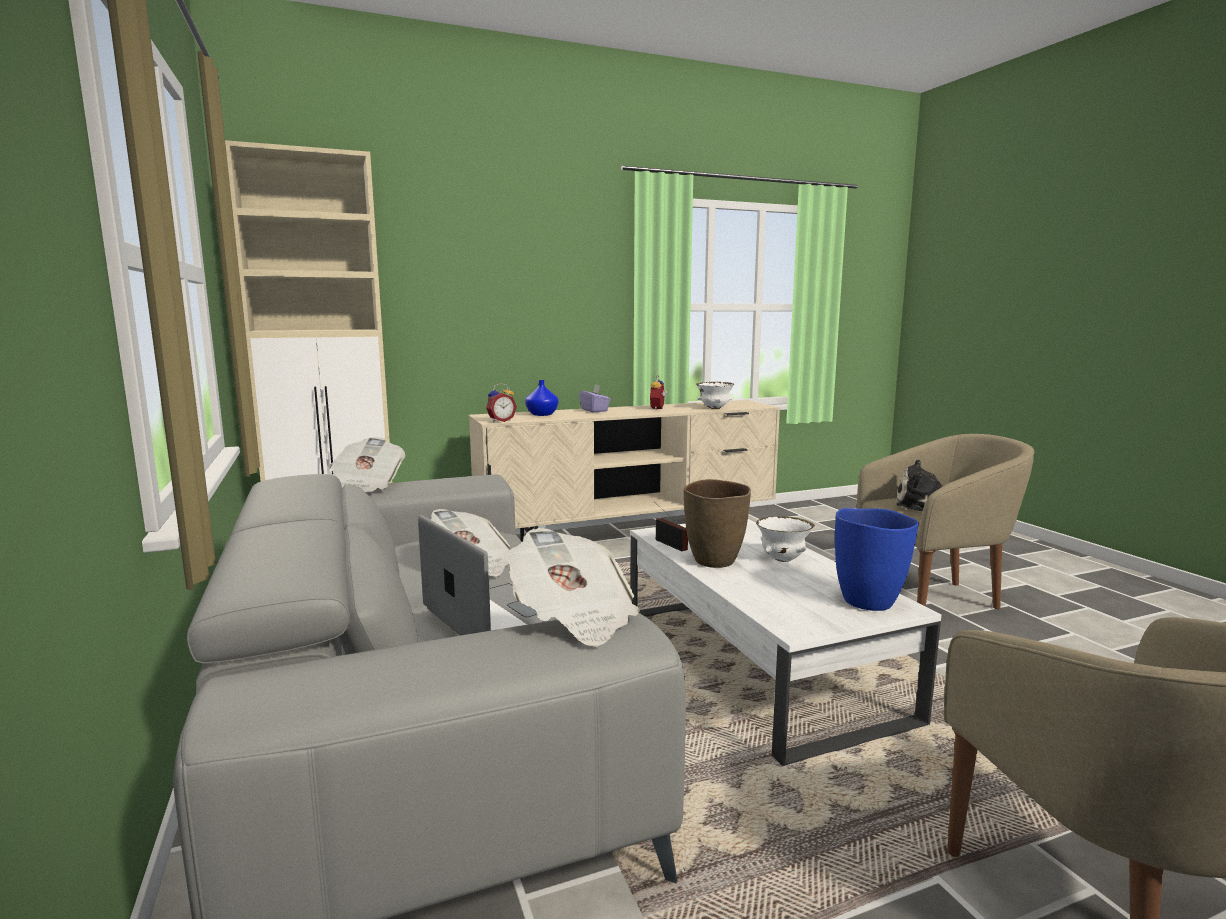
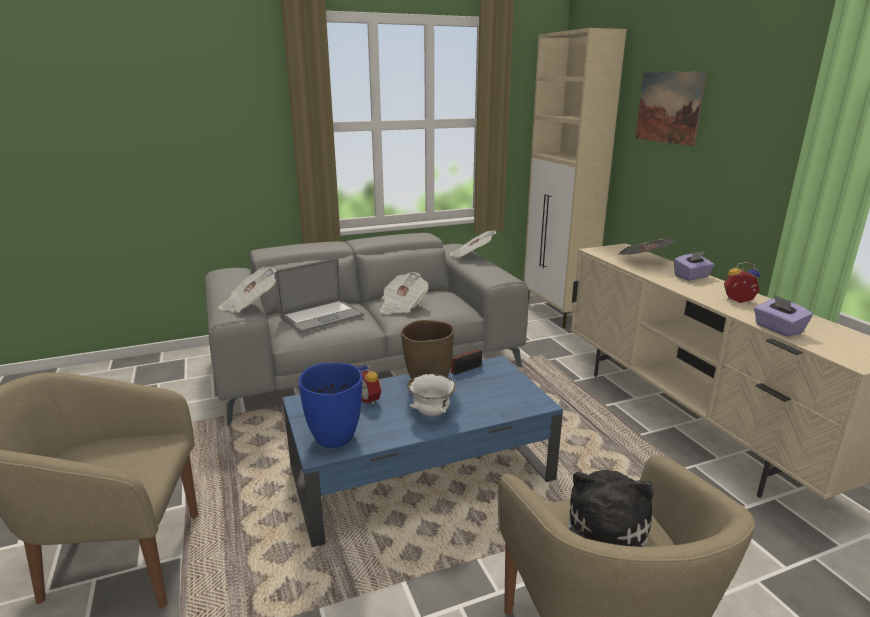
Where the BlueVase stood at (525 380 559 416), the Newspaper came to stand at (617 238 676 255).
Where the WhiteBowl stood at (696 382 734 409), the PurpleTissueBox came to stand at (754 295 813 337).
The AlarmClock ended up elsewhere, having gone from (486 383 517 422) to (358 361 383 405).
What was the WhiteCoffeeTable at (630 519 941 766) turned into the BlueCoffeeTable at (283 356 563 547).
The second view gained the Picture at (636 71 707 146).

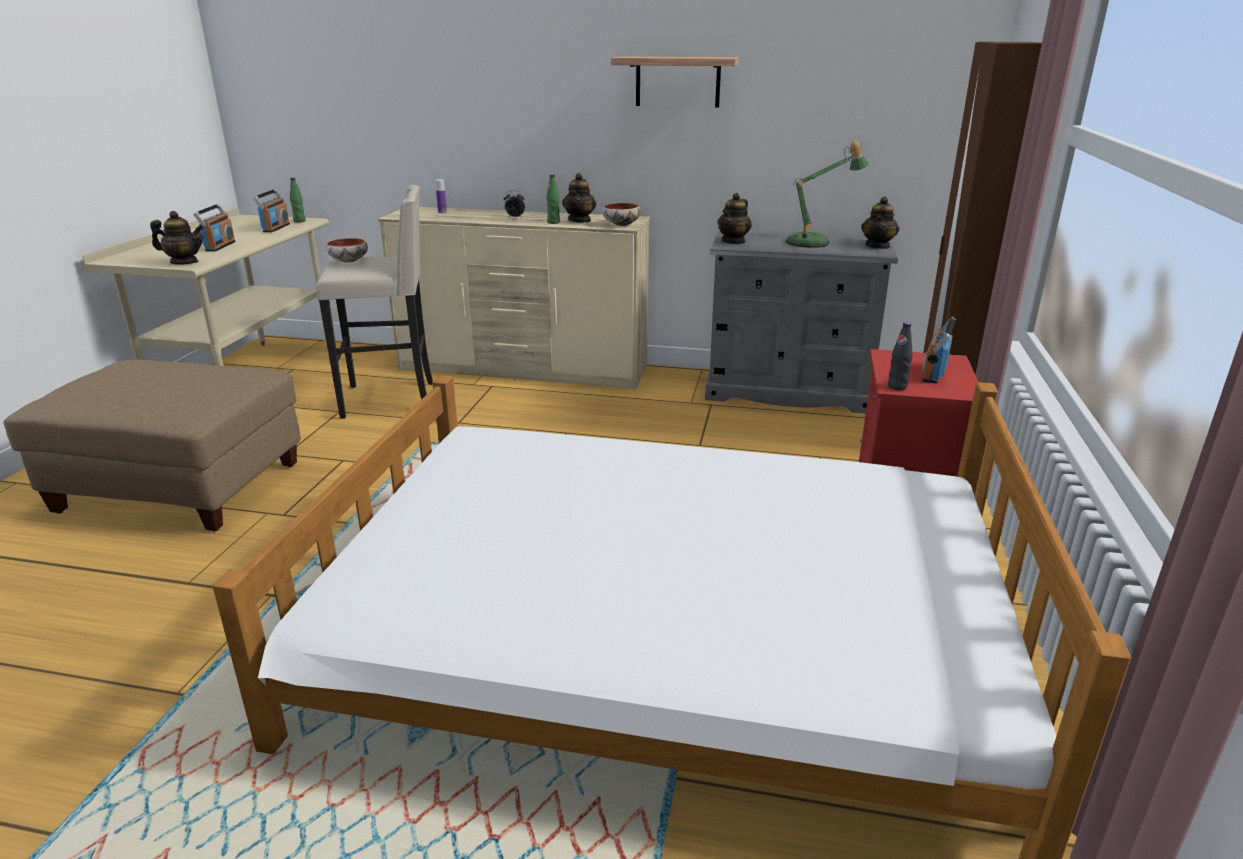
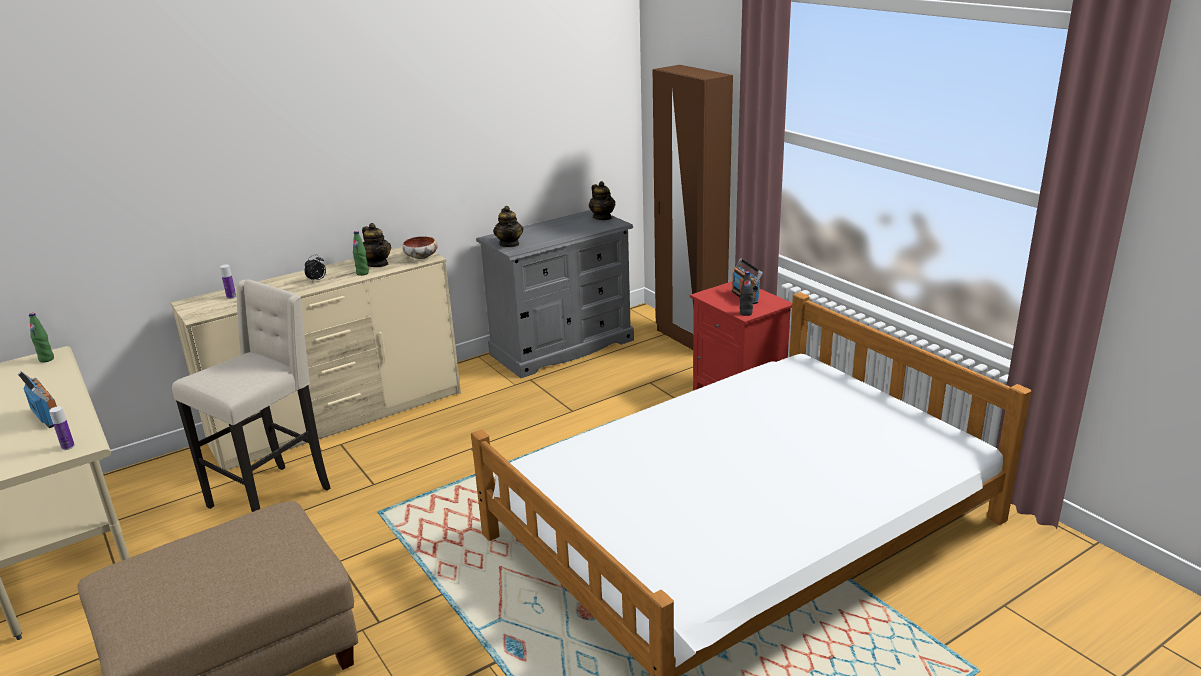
The second view lost the Shelf at (611 57 739 108).
The second view lost the TableLamp at (786 141 869 248).
The second view lost the Radio at (253 189 290 232).
Where the Teapot stood at (150 211 204 265), the Bottle came to stand at (49 406 75 450).
The second view lost the Bowl at (326 238 368 262).

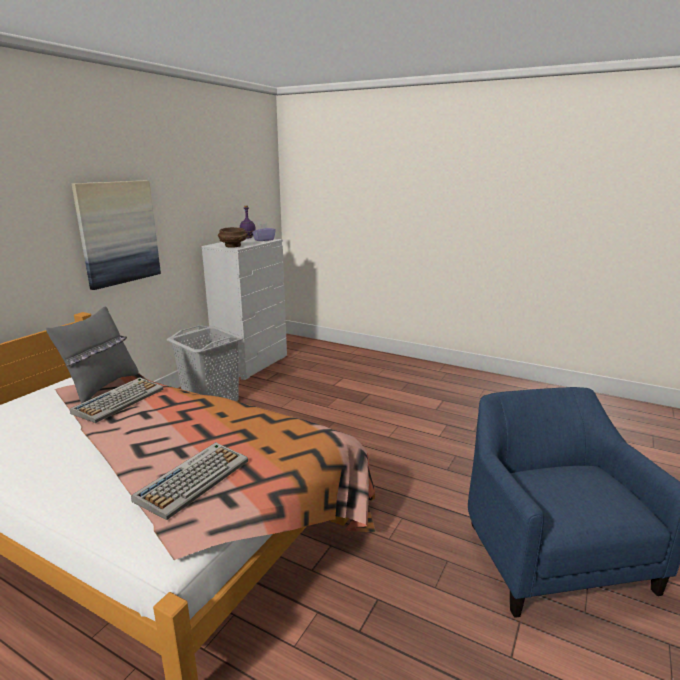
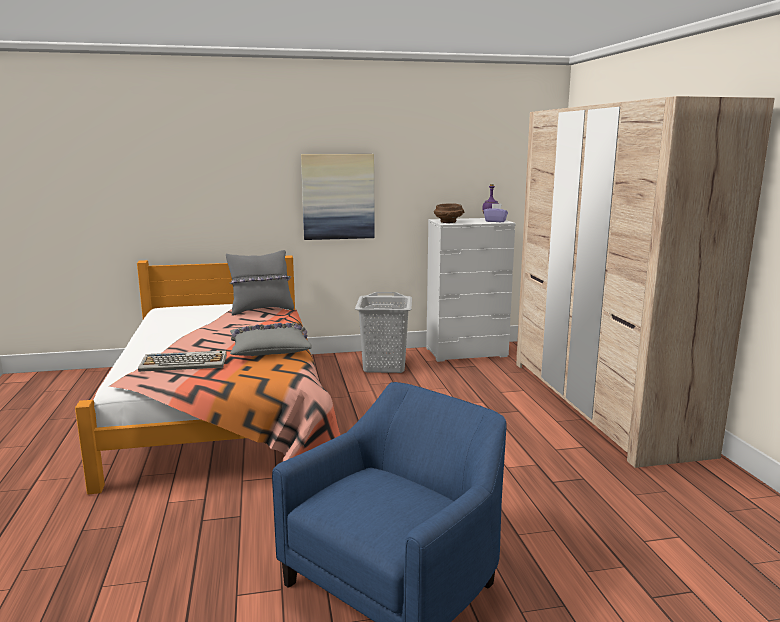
The second view lost the Keyboard at (70 377 163 423).
The second view gained the BeigeWardrobe at (516 96 775 468).
The second view gained the GreyPillow at (230 322 311 356).

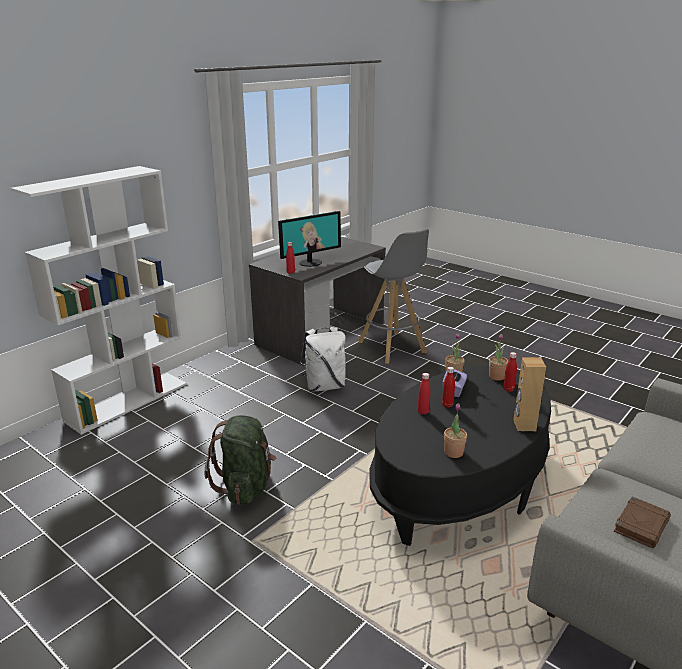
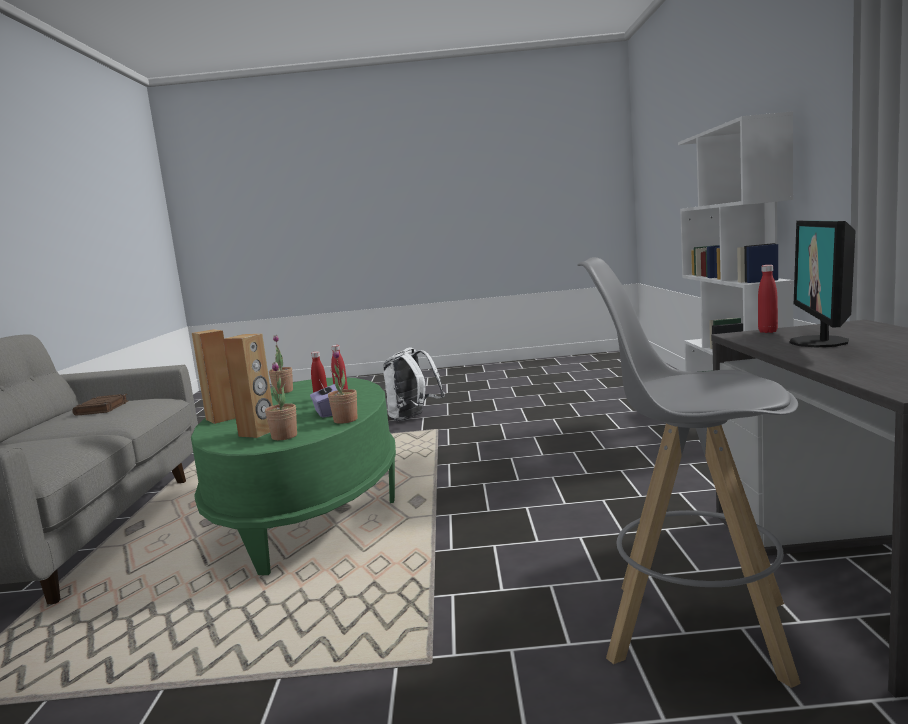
The WhiteBackpack ended up elsewhere, having gone from (300 326 346 392) to (383 347 445 421).
Where the RedBottle stood at (504 352 517 392), the BrownSpeaker came to stand at (223 334 273 438).
What was the BlackCoffeeTable at (369 366 551 546) turned into the GreenCoffeeTable at (191 377 396 575).
The second view lost the GreenBackpack at (204 415 276 505).

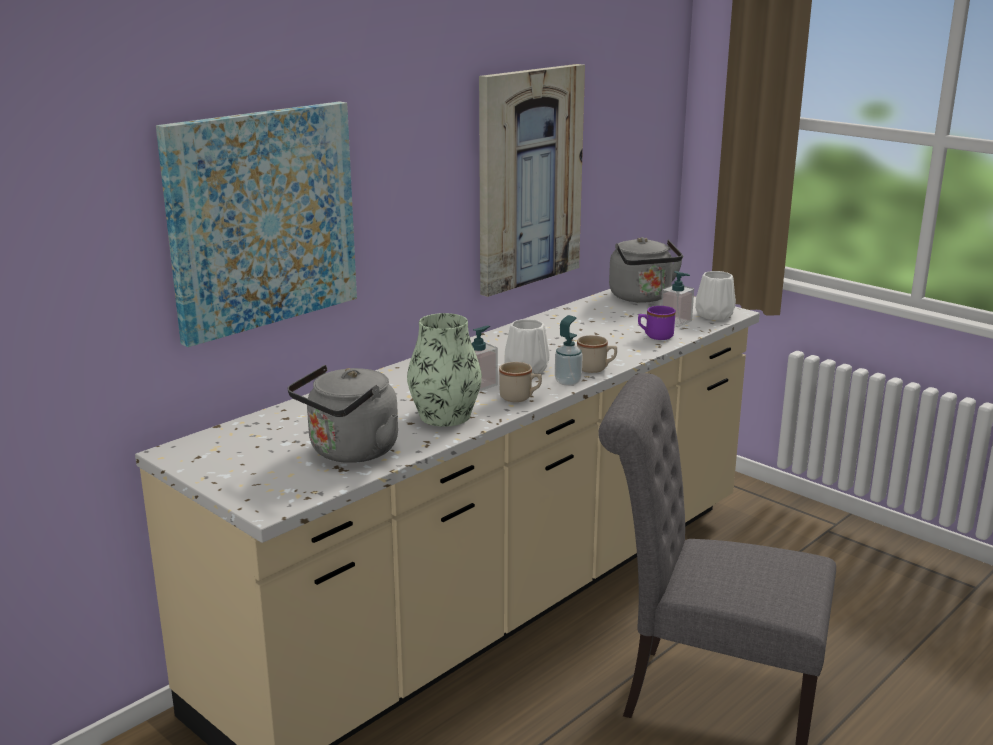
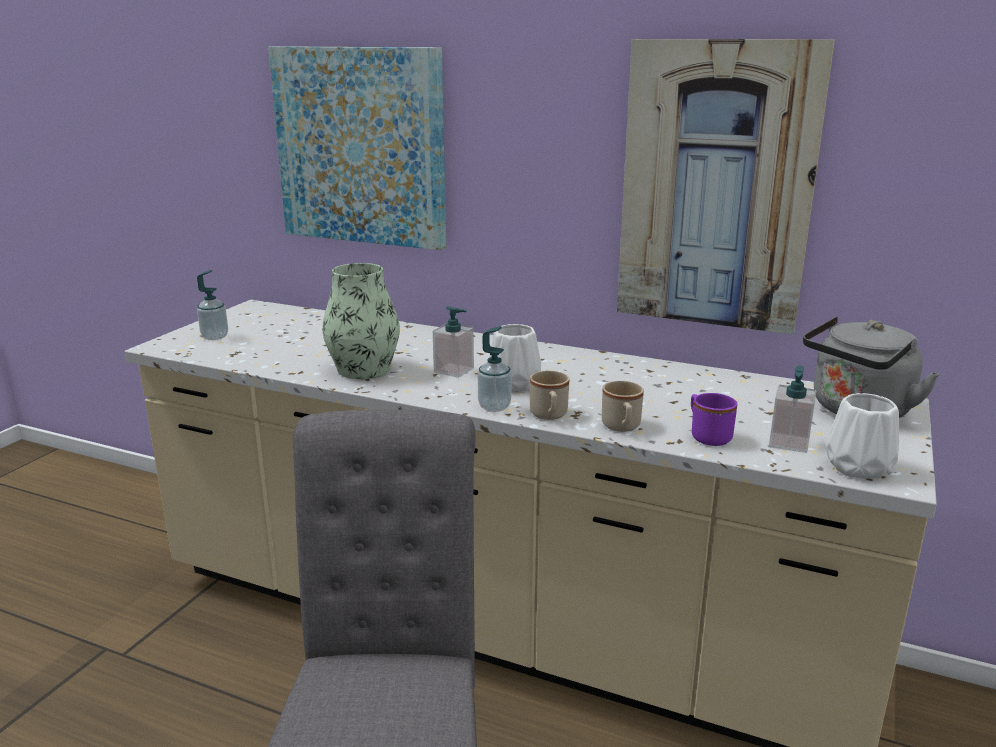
The BeigeMug ended up elsewhere, having gone from (499 362 542 402) to (602 381 644 432).
The second view lost the GreyKettle at (288 365 398 463).
The second view gained the SoapDispenser at (197 270 228 340).

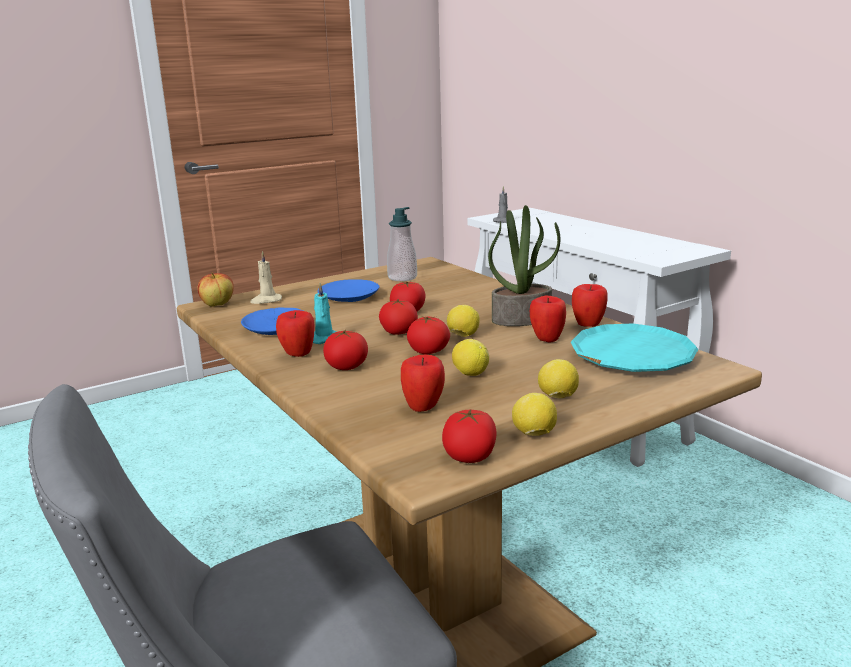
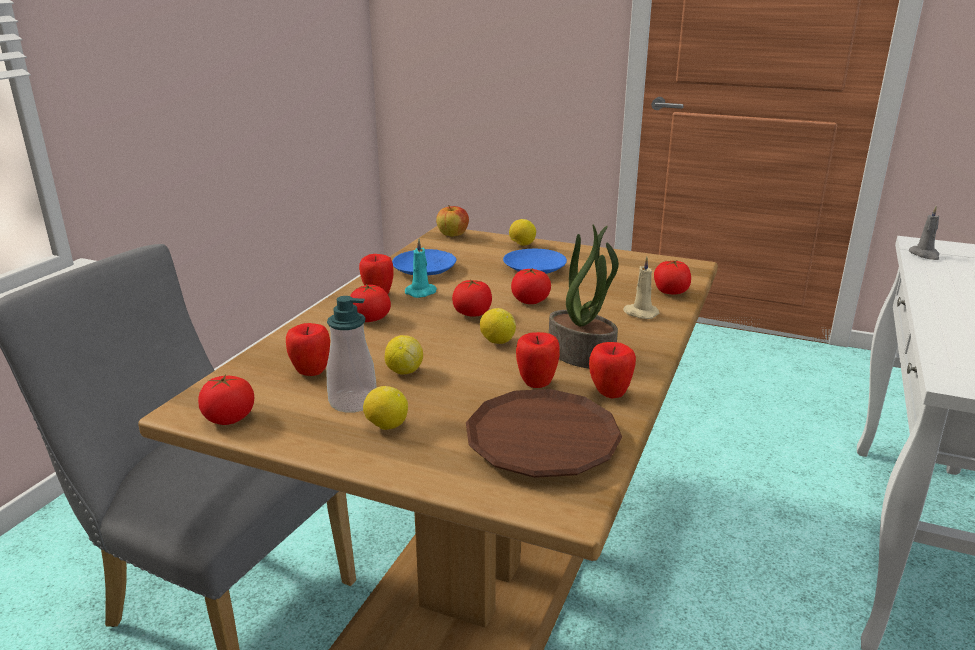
The SoapDispenser ended up elsewhere, having gone from (387 207 417 281) to (326 296 377 413).
The BeigeCandle ended up elsewhere, having gone from (250 251 282 304) to (623 256 659 319).
The Tomato ended up elsewhere, having gone from (407 316 450 354) to (654 260 691 295).
What was the TurquoisePlate at (571 323 698 372) turned into the BrownPlate at (466 389 622 478).
The Lemon ended up elsewhere, having gone from (512 393 557 436) to (509 219 536 246).

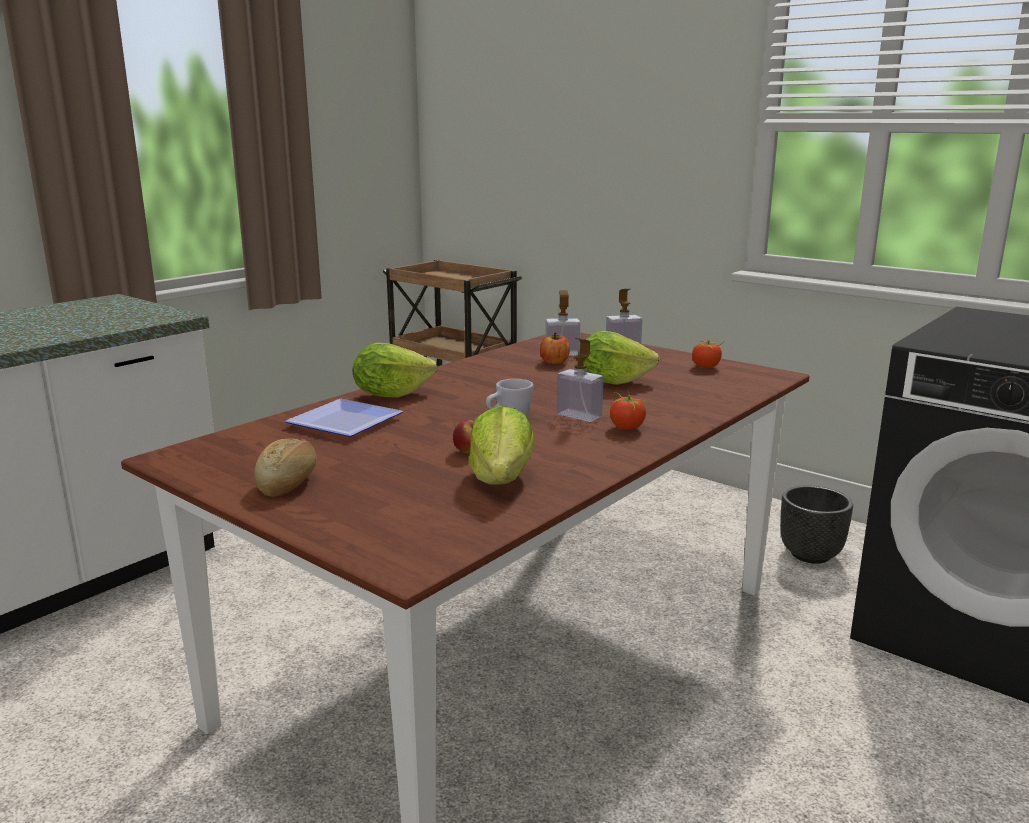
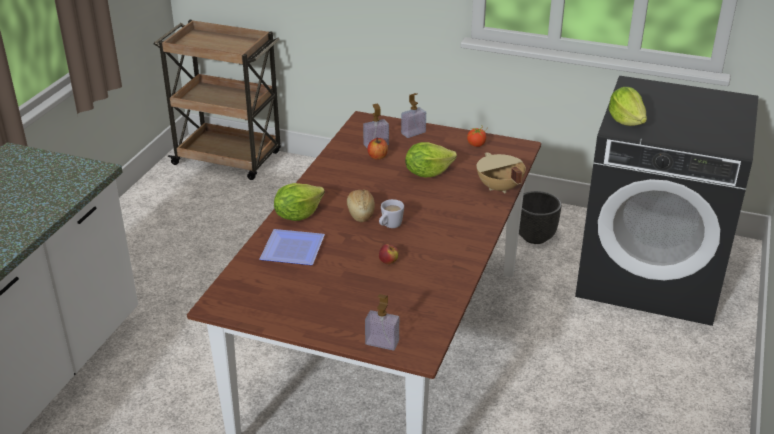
The SoapDispenser ended up elsewhere, having gone from (557 338 604 422) to (365 294 399 350).
The second view lost the Tomato at (610 390 646 430).
The Lettuce ended up elsewhere, having gone from (469 406 535 484) to (609 87 647 126).
The Bread ended up elsewhere, having gone from (254 438 317 497) to (347 189 375 222).
The second view gained the BeigeCookingPot at (477 152 526 193).

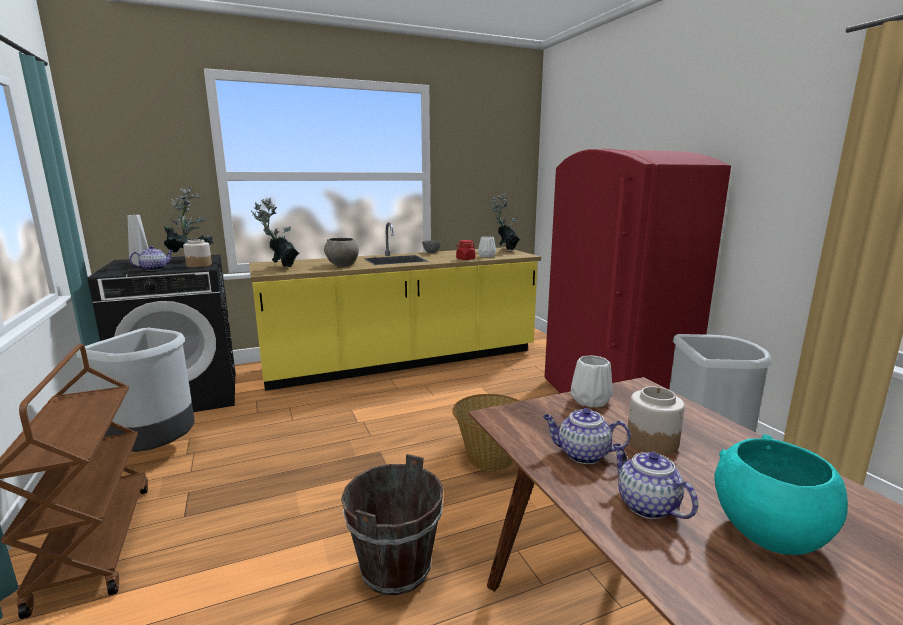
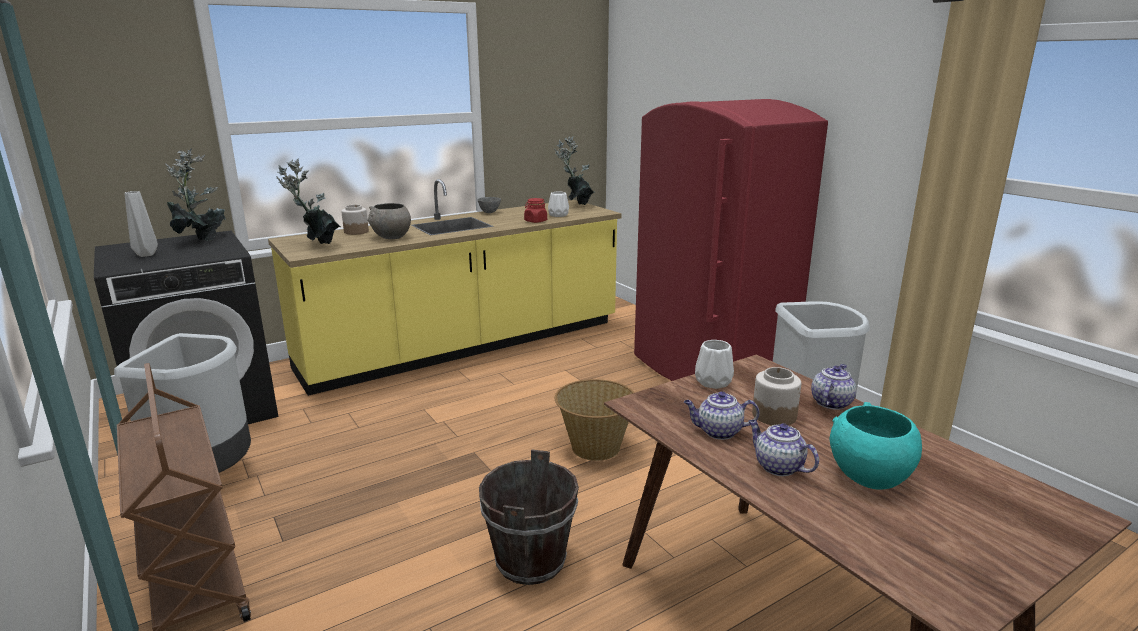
The Jar ended up elsewhere, having gone from (183 239 212 268) to (341 205 369 235).
The Teapot ended up elsewhere, having gone from (129 246 174 271) to (811 364 856 410).

